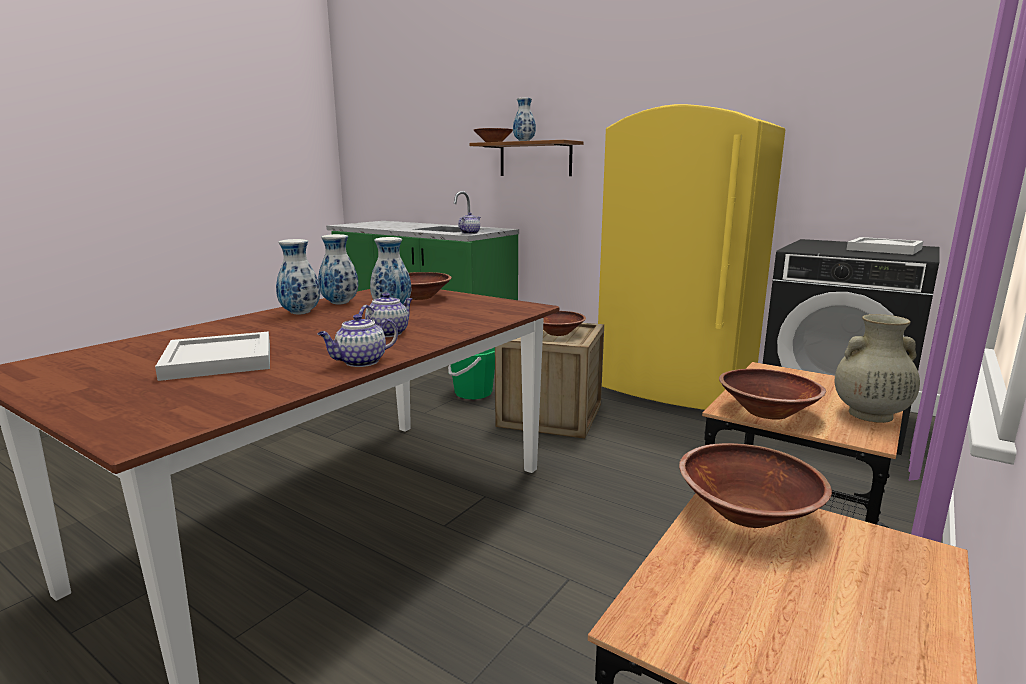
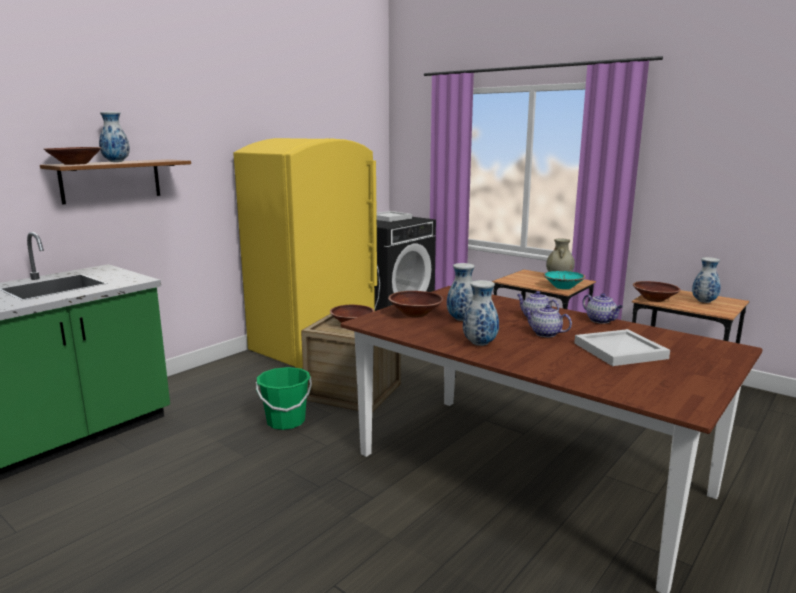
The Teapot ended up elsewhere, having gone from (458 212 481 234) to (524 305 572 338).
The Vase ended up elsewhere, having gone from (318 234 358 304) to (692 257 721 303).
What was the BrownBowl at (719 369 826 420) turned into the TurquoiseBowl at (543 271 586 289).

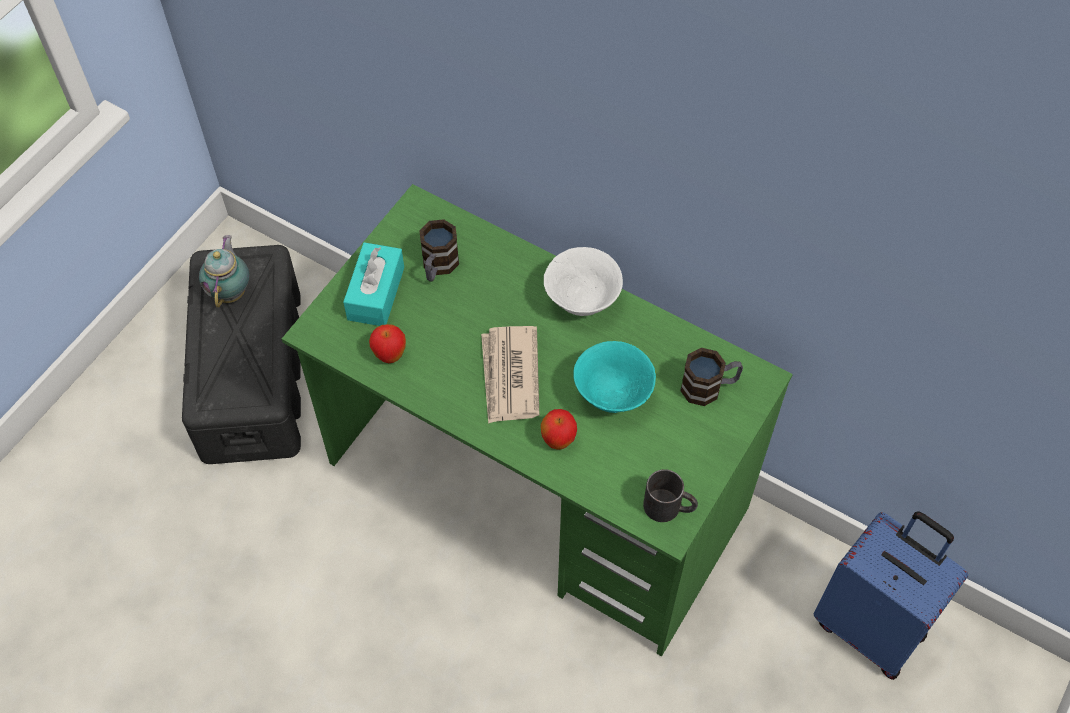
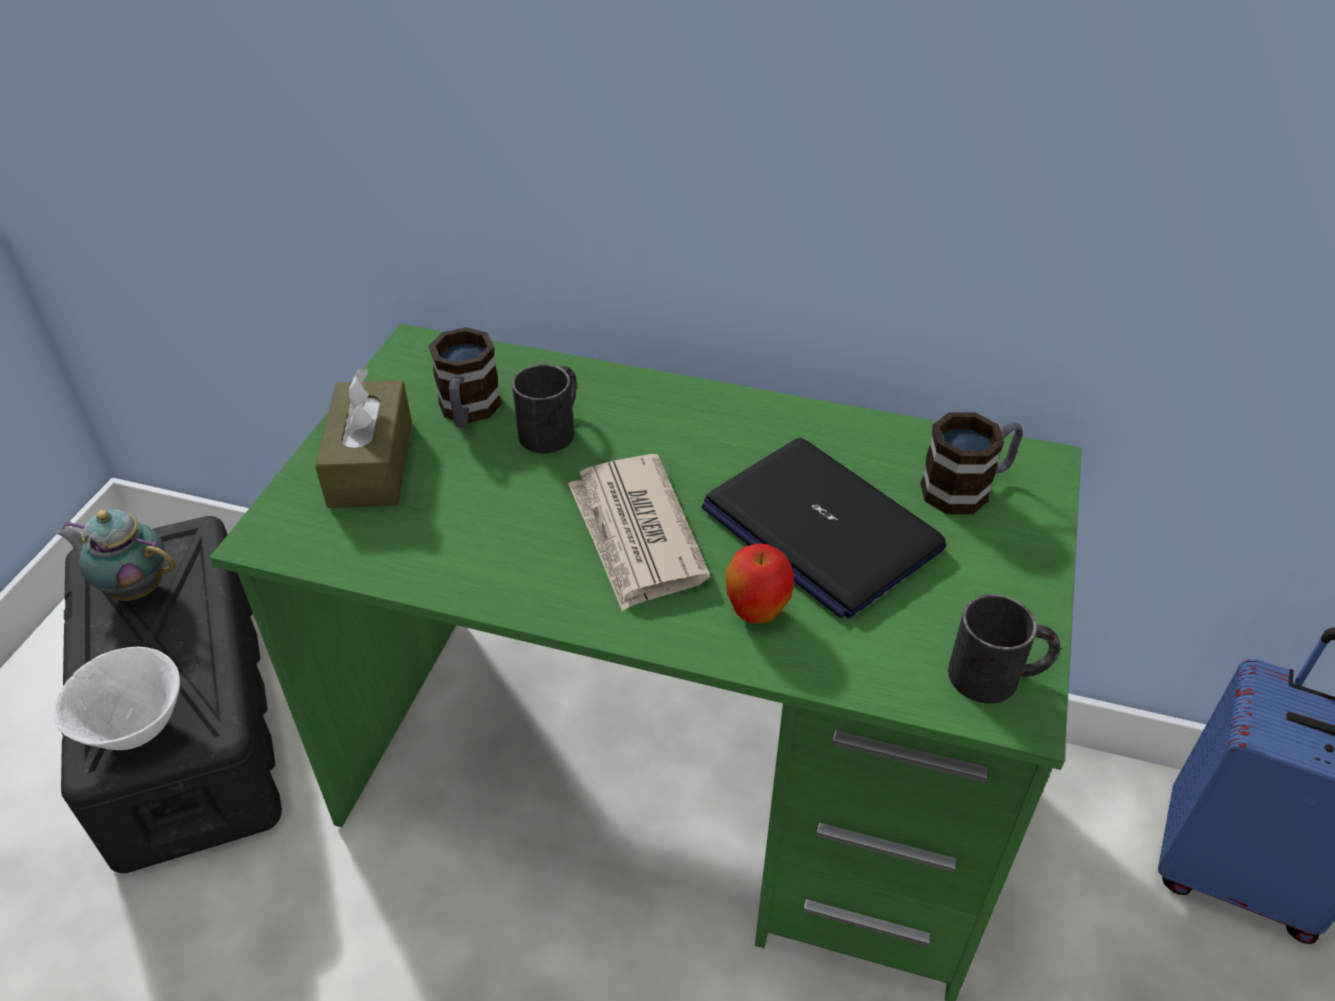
The Teapot at (199 235 250 307) ended up facing another way, 60 degrees counterclockwise from before.
What was the TurquoiseTissueBox at (343 242 404 326) turned into the BrownTissueBox at (315 368 412 508).
The WhiteBowl ended up elsewhere, having gone from (544 247 623 316) to (53 647 180 750).
The second view lost the Apple at (369 324 406 363).
Where the TurquoiseBowl stood at (573 341 656 413), the Laptop came to stand at (702 438 947 618).
The second view gained the BlackMug at (512 364 577 454).

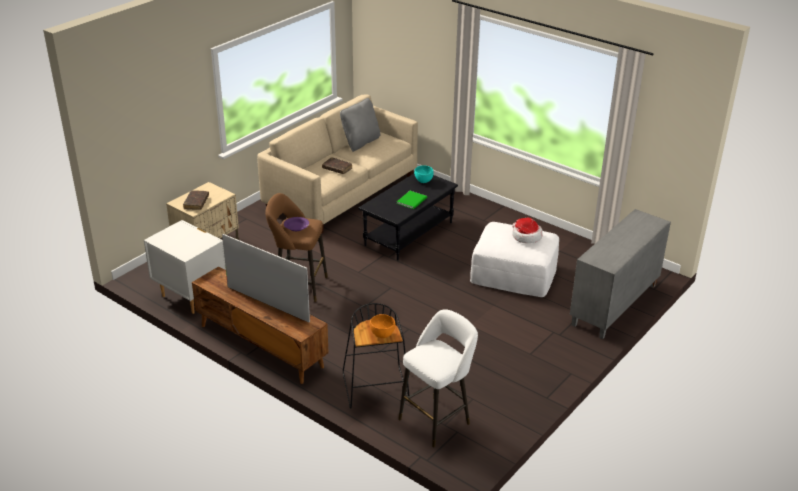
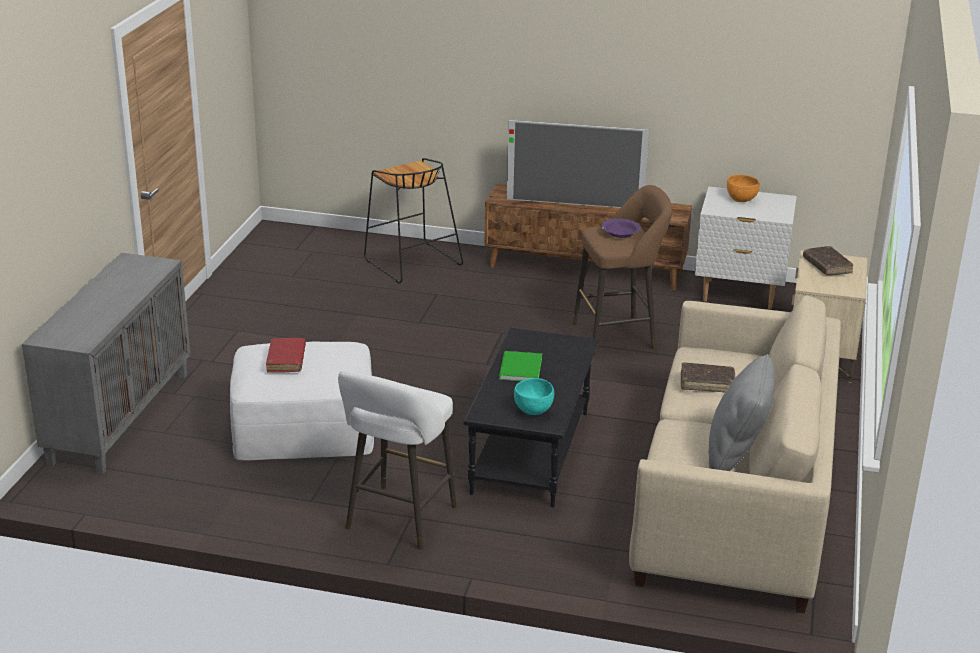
Where the Hat stood at (512 217 543 243), the RedBook came to stand at (266 338 306 373).
The WhiteStool ended up elsewhere, having gone from (398 309 478 447) to (338 370 457 550).
The OrangeBowl ended up elsewhere, having gone from (370 314 395 338) to (727 175 760 202).

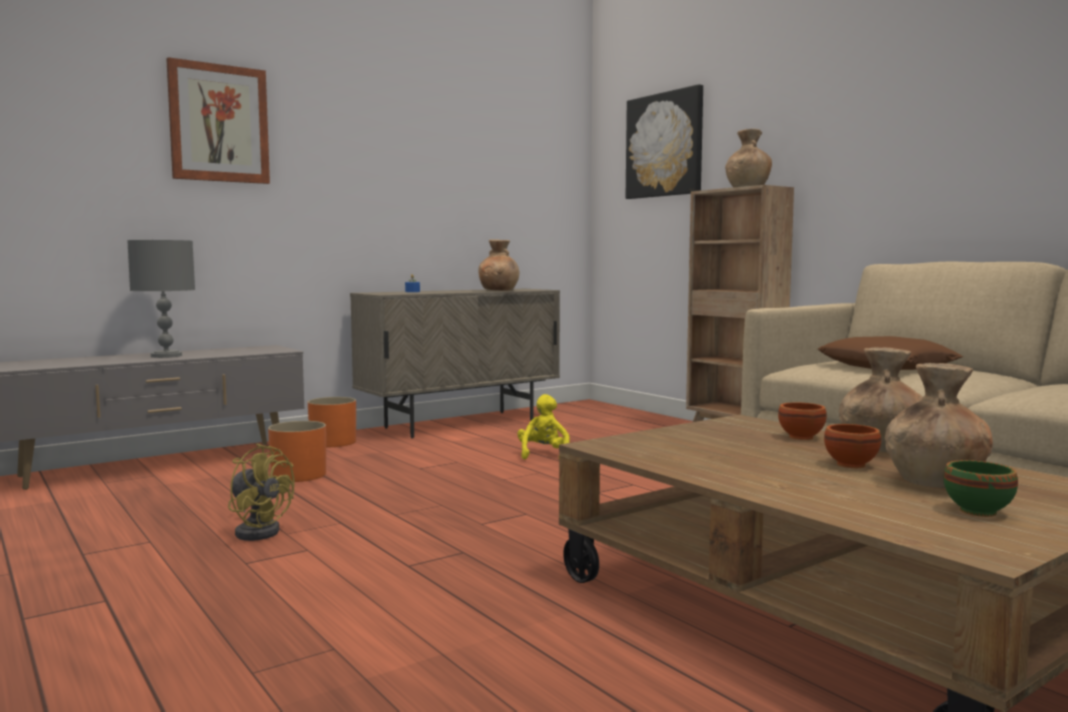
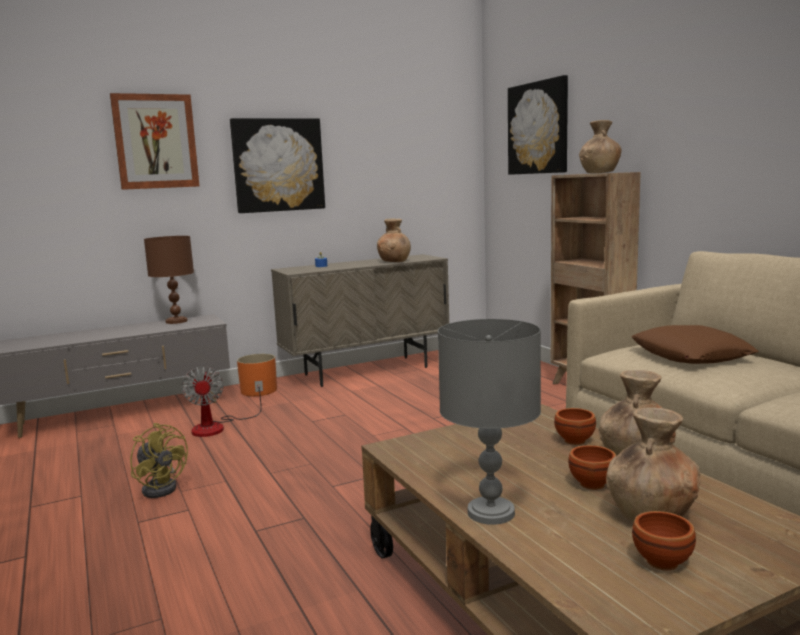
The GreyTableLamp ended up elsewhere, having gone from (127 240 195 358) to (438 319 541 525).
The second view lost the YellowPlushToy at (517 394 570 459).
Where the OrangePlanter stood at (268 421 326 482), the Fan came to stand at (181 366 263 437).
What was the GreenBowl at (944 460 1018 517) turned into the BrownBowl at (632 511 696 570).
The second view gained the Picture at (230 118 325 213).
The second view gained the BrownTableLamp at (144 236 194 324).

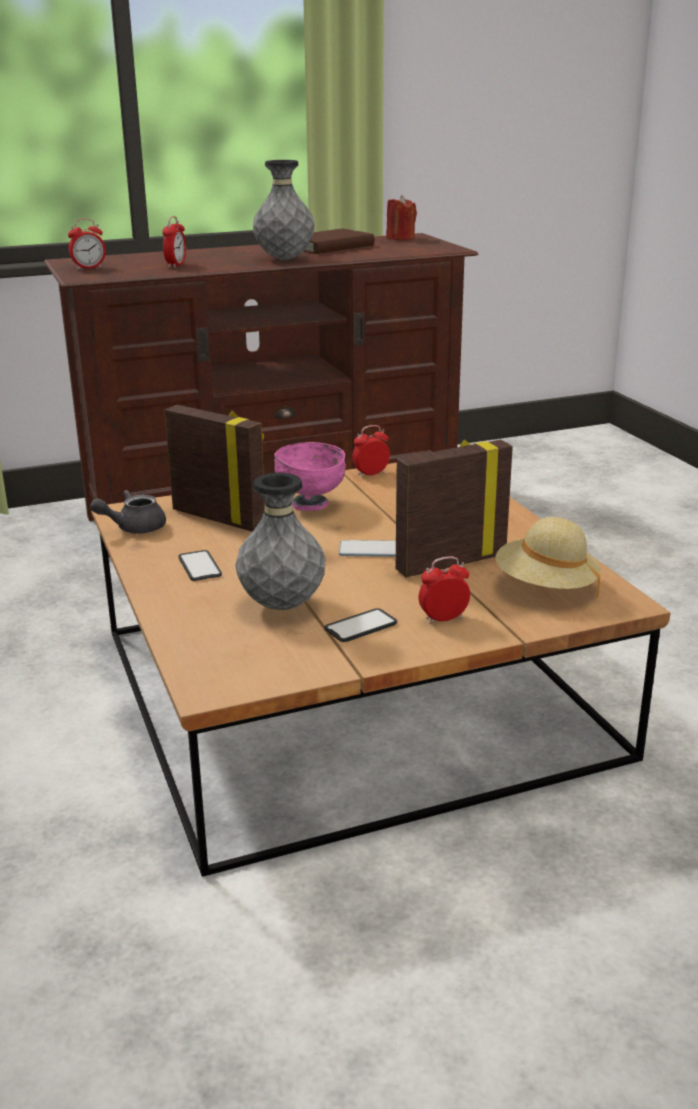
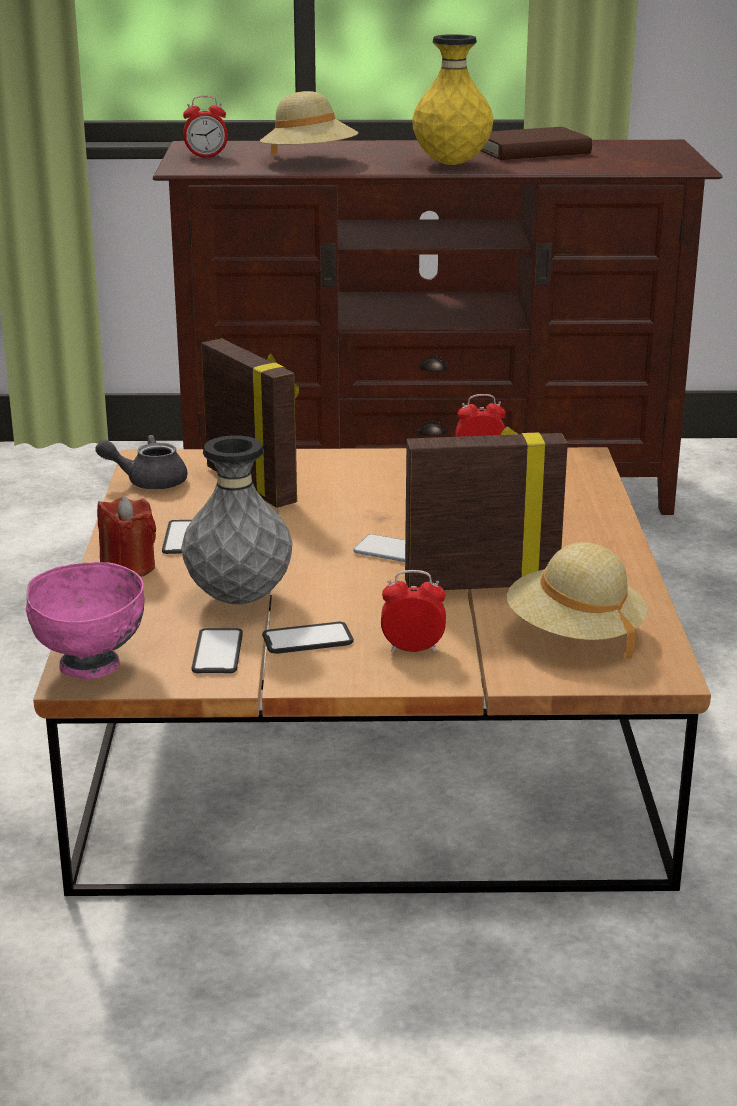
What was the GreyVase at (253 160 315 260) turned into the YellowVase at (412 34 493 165).
The RedCandle ended up elsewhere, having gone from (386 195 417 240) to (97 496 156 577).
Where the AlarmClock stood at (162 216 186 268), the BeigeHat came to stand at (260 91 358 156).
The PinkBowl ended up elsewhere, having gone from (274 442 346 511) to (26 562 145 679).
The second view gained the Phone at (192 628 243 673).

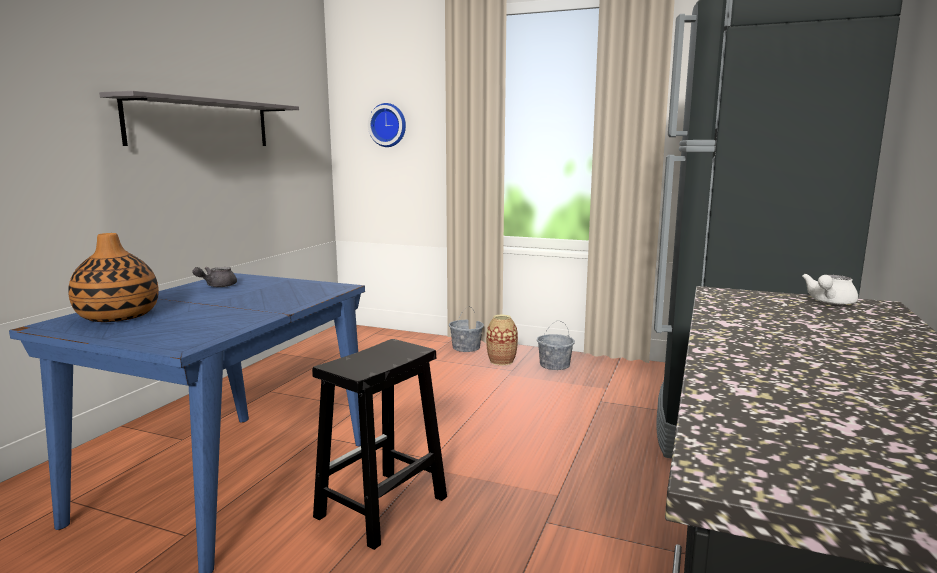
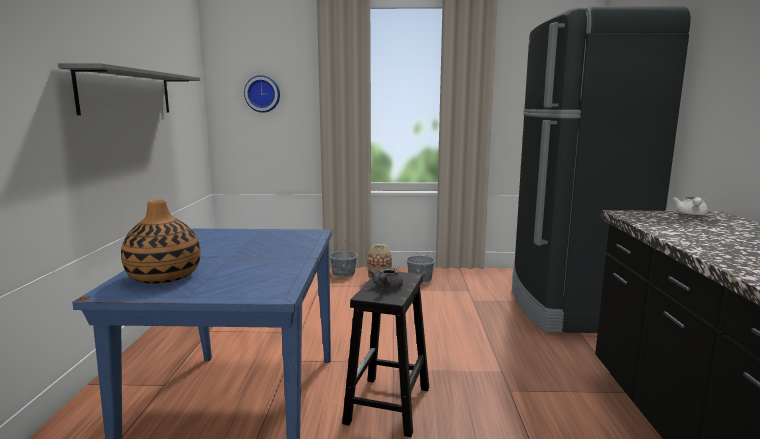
The GreyTeapot ended up elsewhere, having gone from (193 267 237 287) to (369 268 403 290).

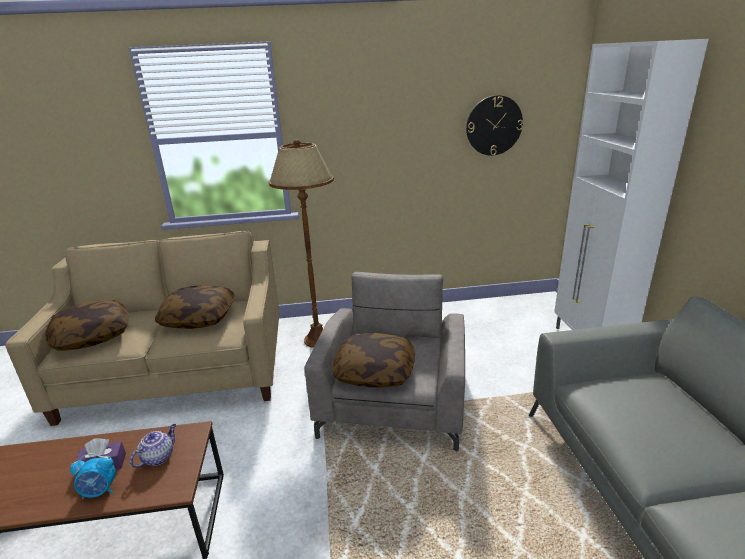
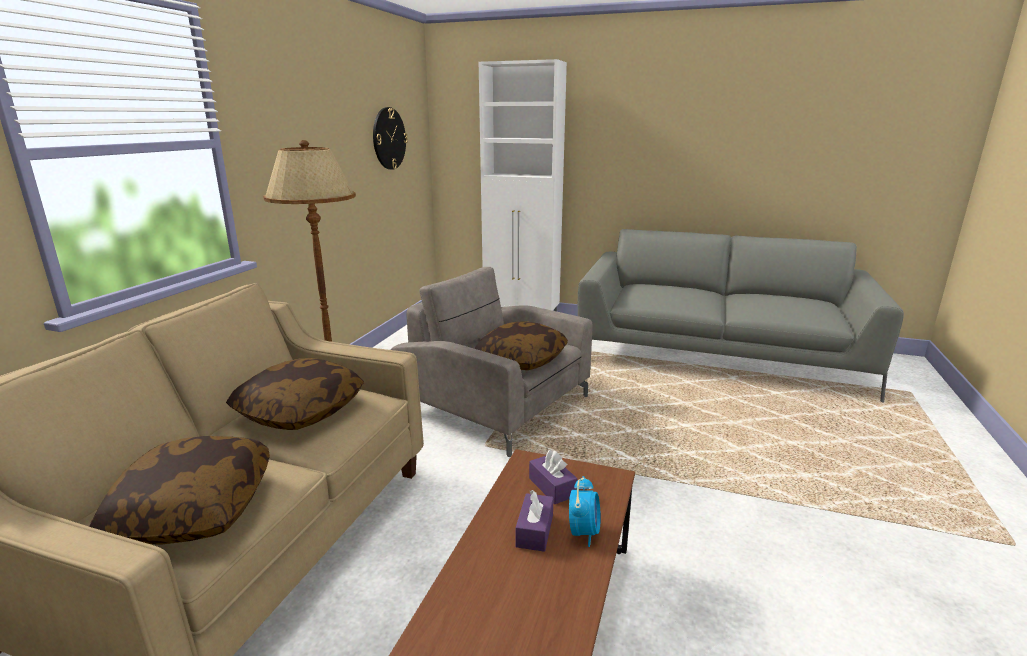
Where the Teapot stood at (130 424 176 468), the PurpleTissueBox came to stand at (529 450 578 504).

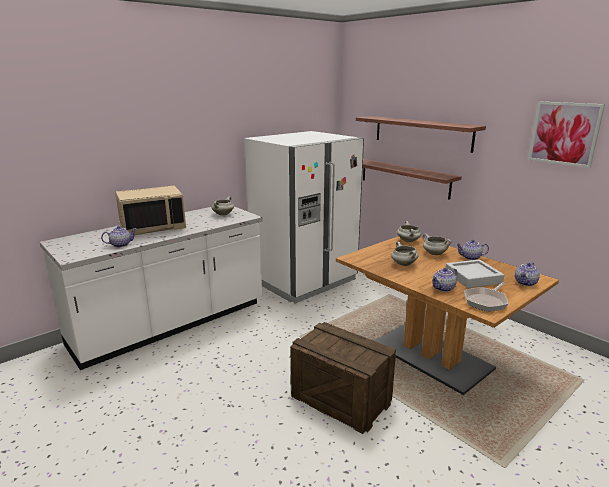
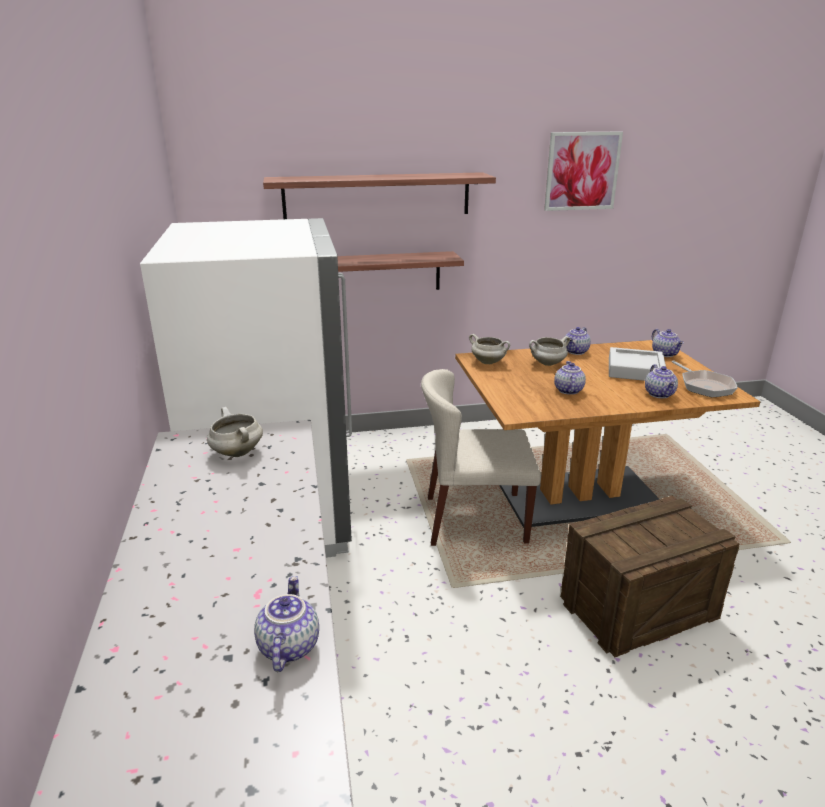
The second view lost the BeigeMicrowave at (115 186 186 235).
Where the WhiteCookingPot stood at (391 242 419 266), the Teapot came to stand at (554 361 586 395).
The second view gained the BeigeChair at (421 369 541 546).

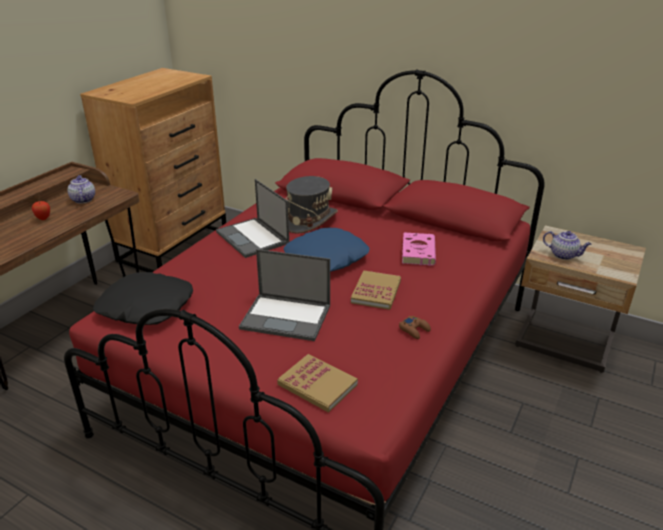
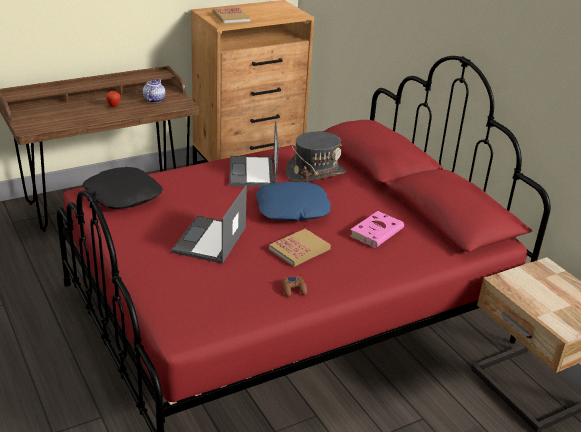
The second view lost the Teapot at (543 231 591 260).
The Laptop at (239 249 330 341) ended up facing another way, 60 degrees clockwise from before.
The Book ended up elsewhere, having gone from (277 354 358 412) to (213 7 250 24).

